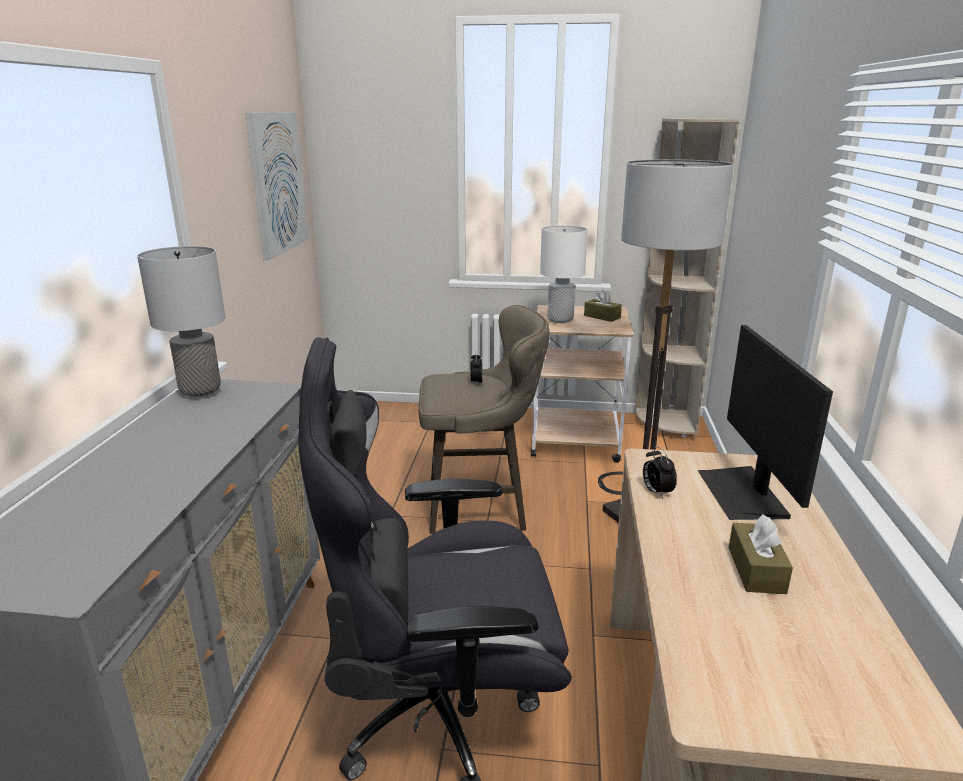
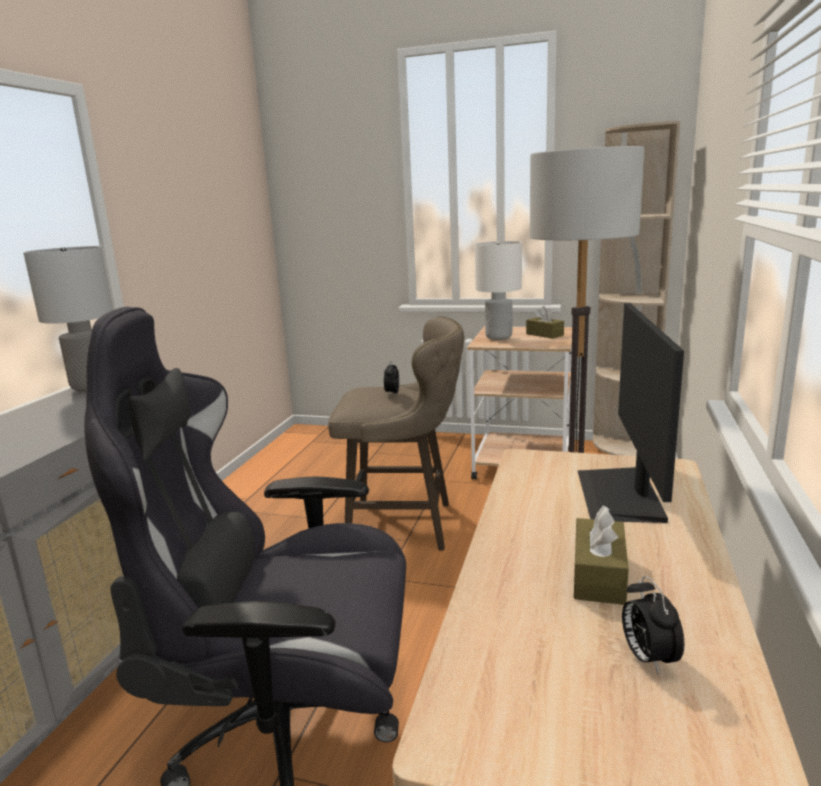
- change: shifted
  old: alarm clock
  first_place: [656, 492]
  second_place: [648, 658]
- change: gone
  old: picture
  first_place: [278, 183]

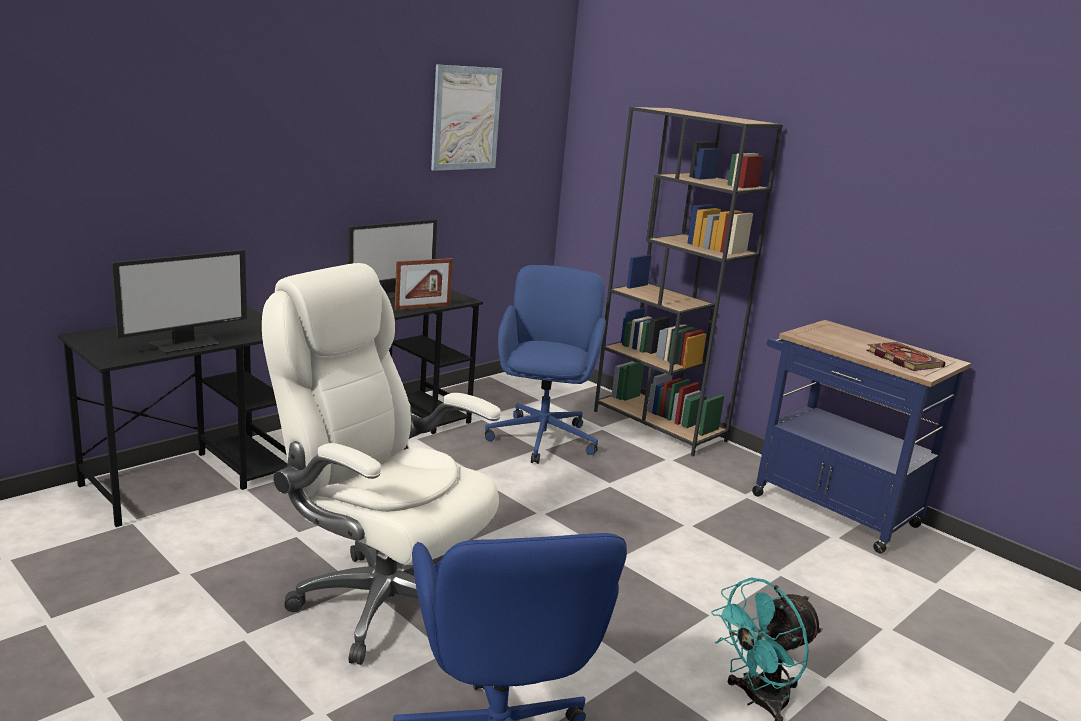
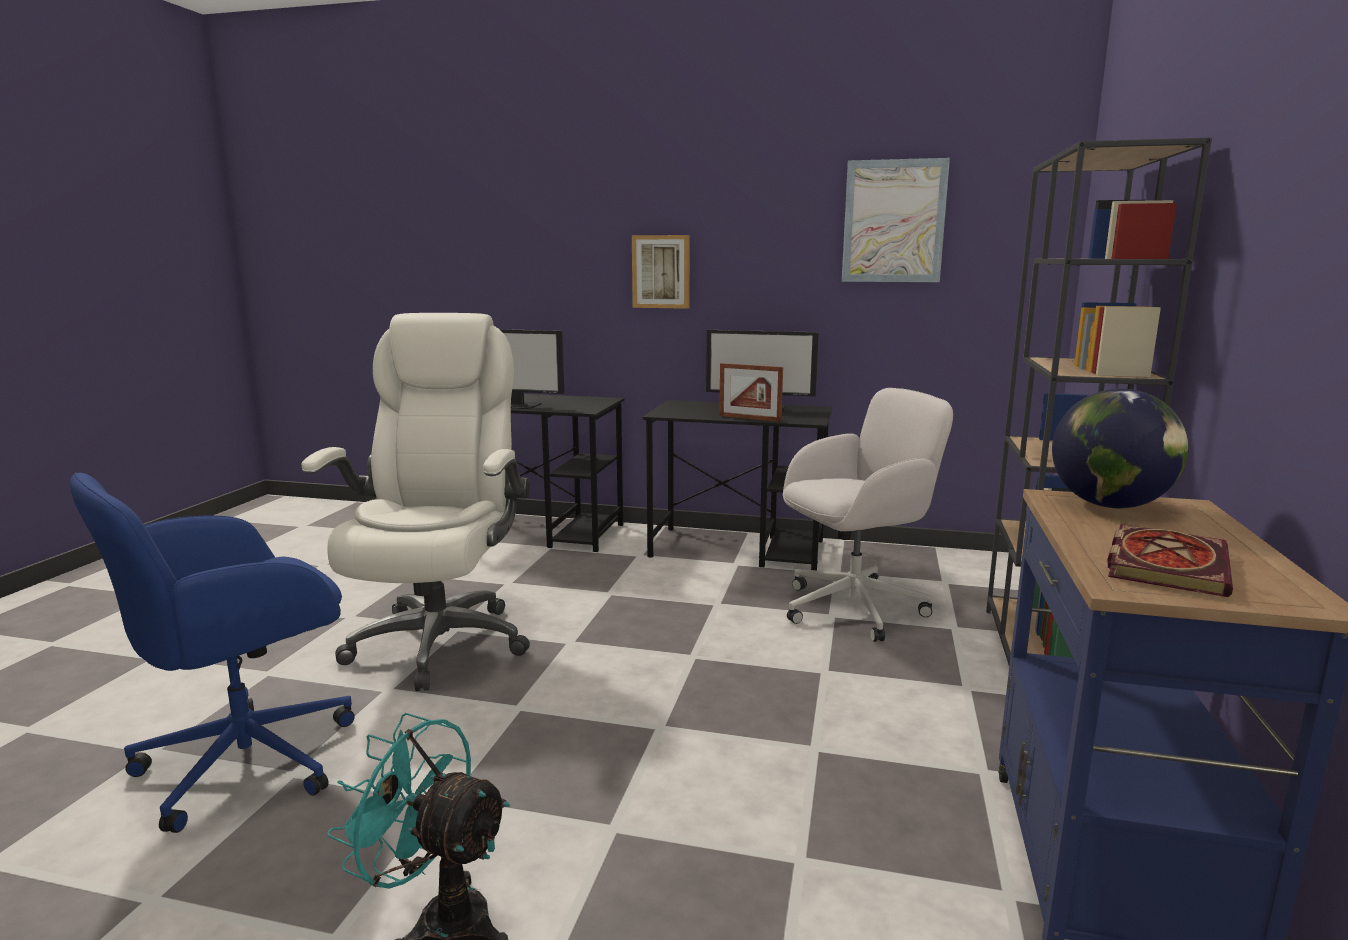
- change: new
  new: picture
  second_place: [661, 271]
- change: repainted
  old: blue office chair
  new: white office chair
  first_place: [542, 439]
  second_place: [853, 609]
- change: new
  new: globe
  second_place: [1110, 505]

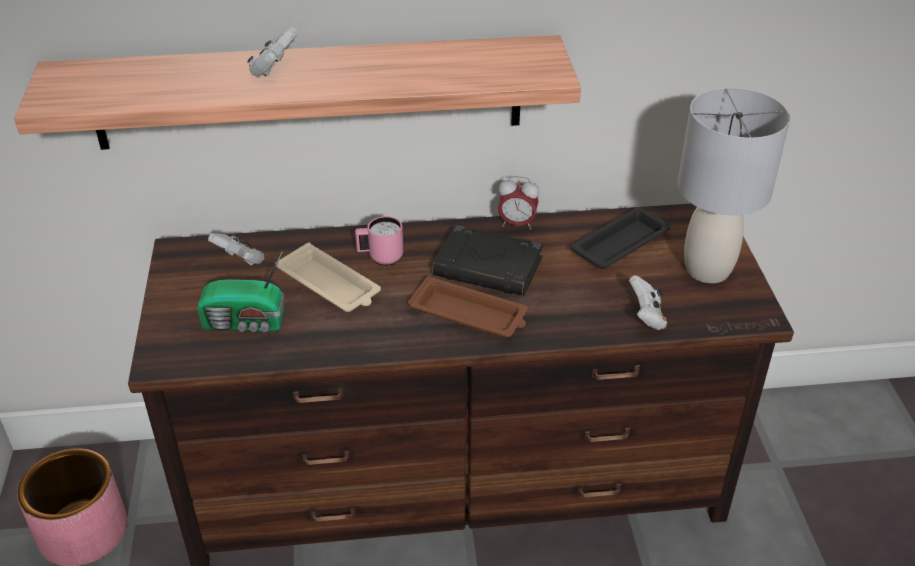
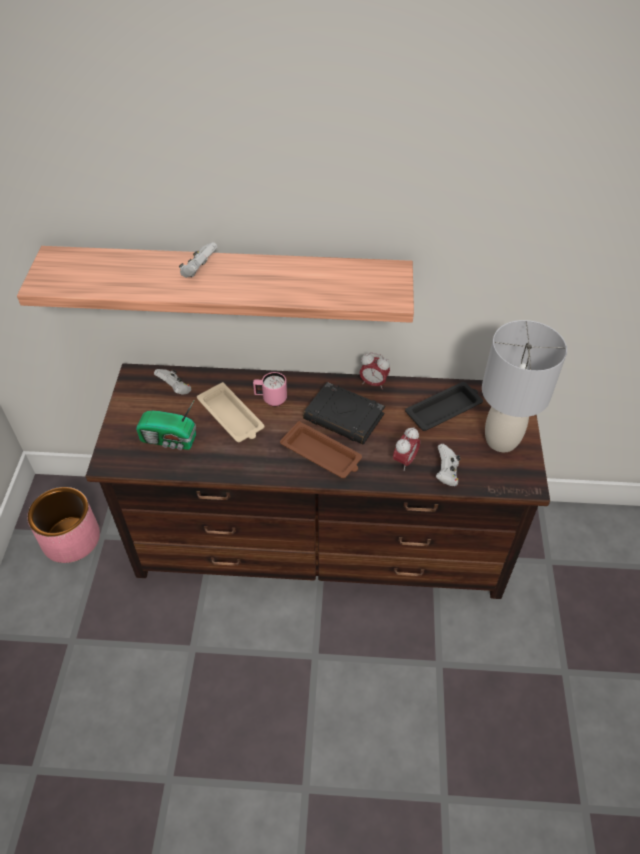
- change: new
  new: alarm clock
  second_place: [405, 461]

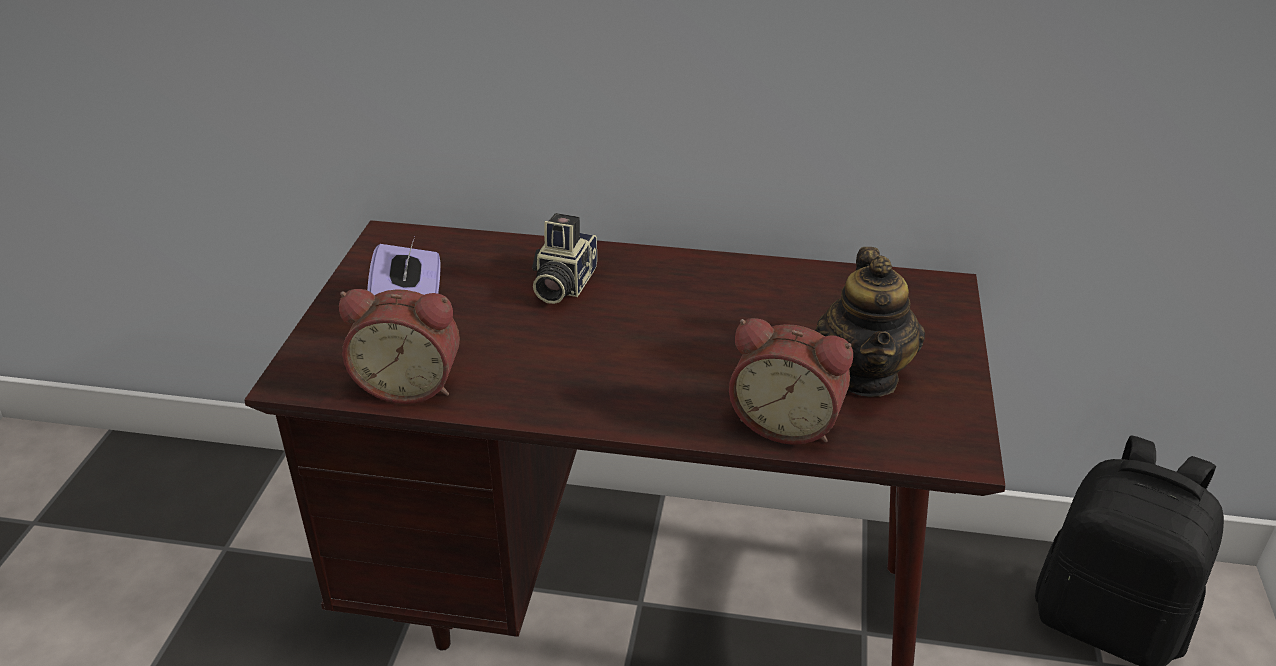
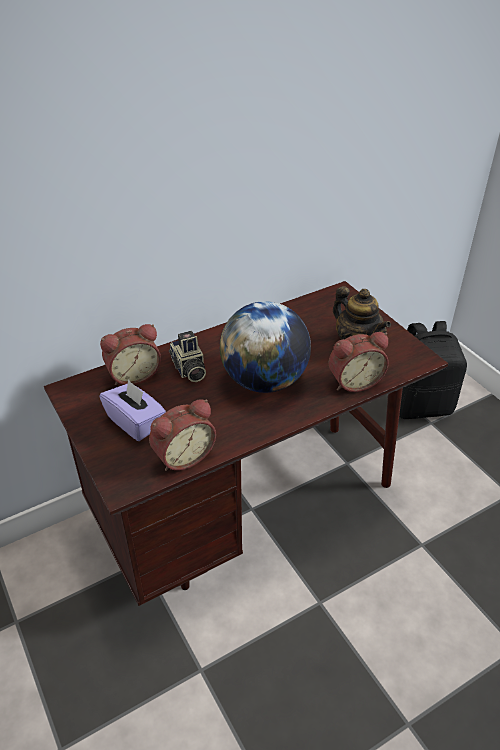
- change: new
  new: alarm clock
  second_place: [133, 374]
- change: new
  new: globe
  second_place: [264, 380]

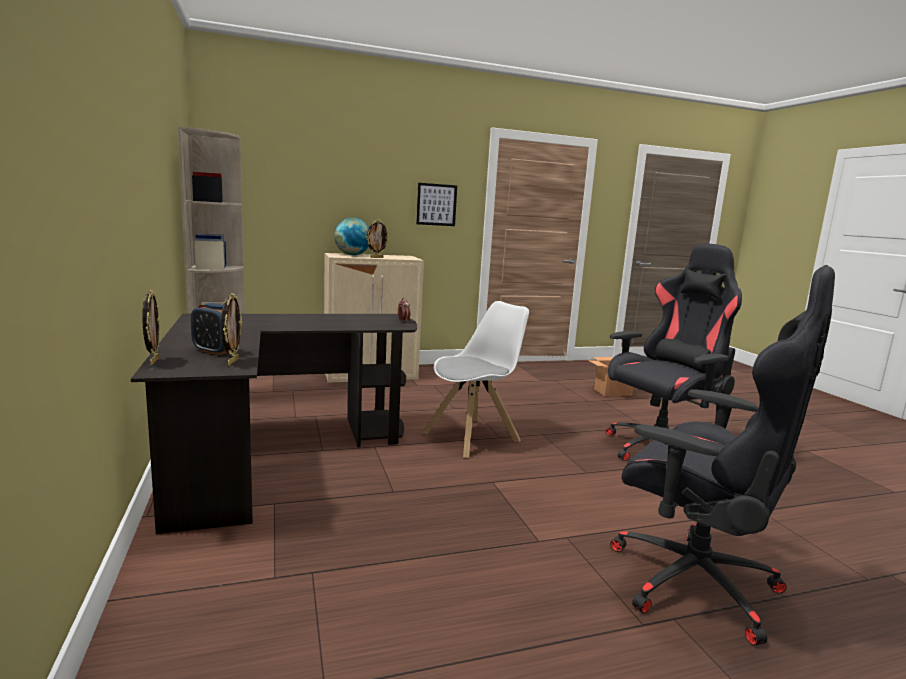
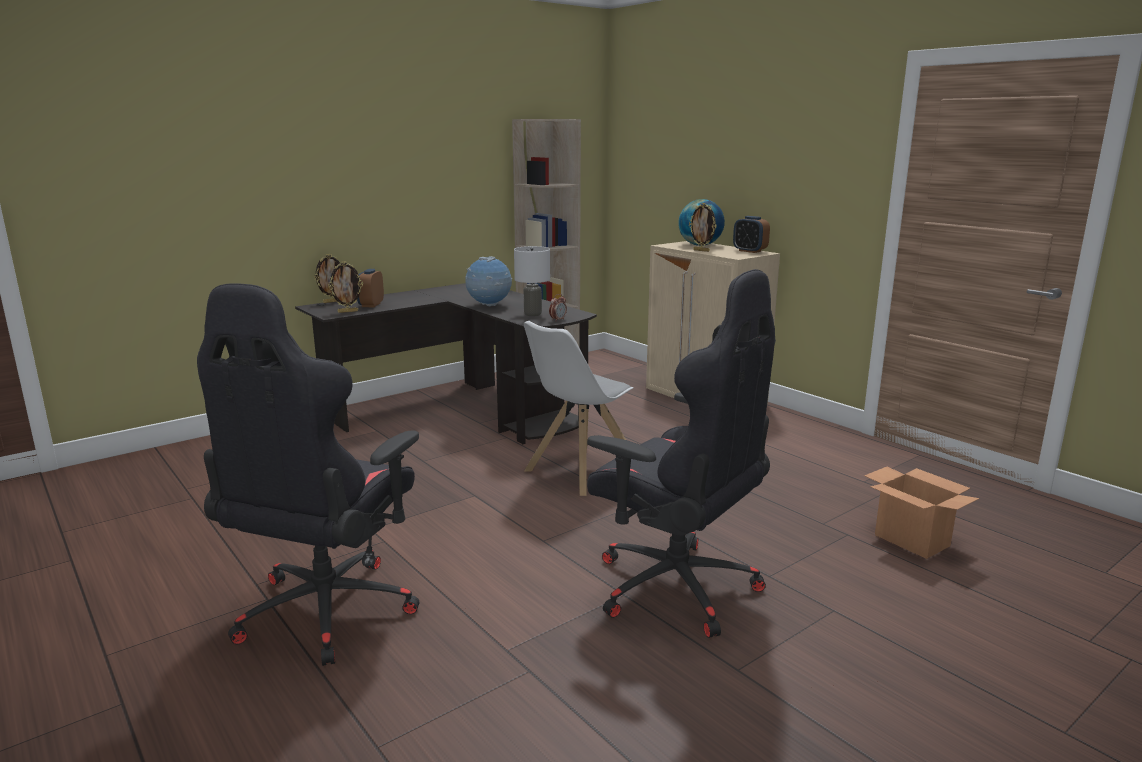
- change: new
  new: globe
  second_place: [489, 306]
- change: new
  new: white table lamp
  second_place: [531, 314]
- change: rotated
  old: chair
  first_place: [473, 436]
  second_place: [580, 471]
  degrees: 105
- change: new
  new: alarm clock
  second_place: [749, 251]
- change: gone
  old: picture
  first_place: [436, 204]

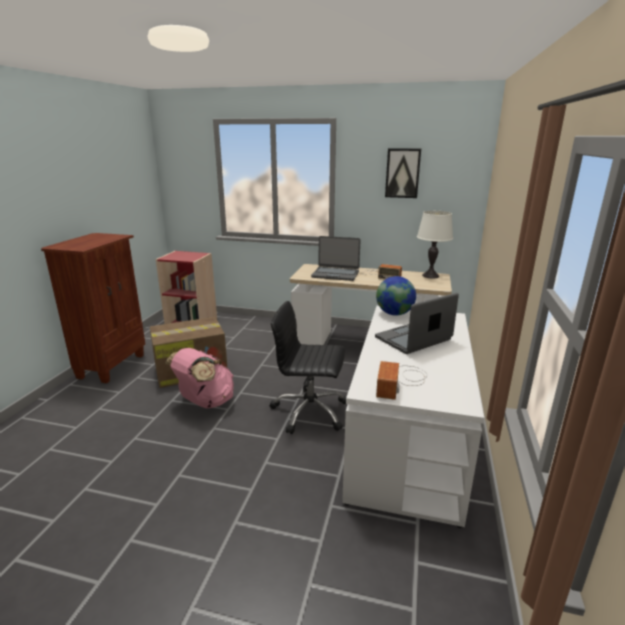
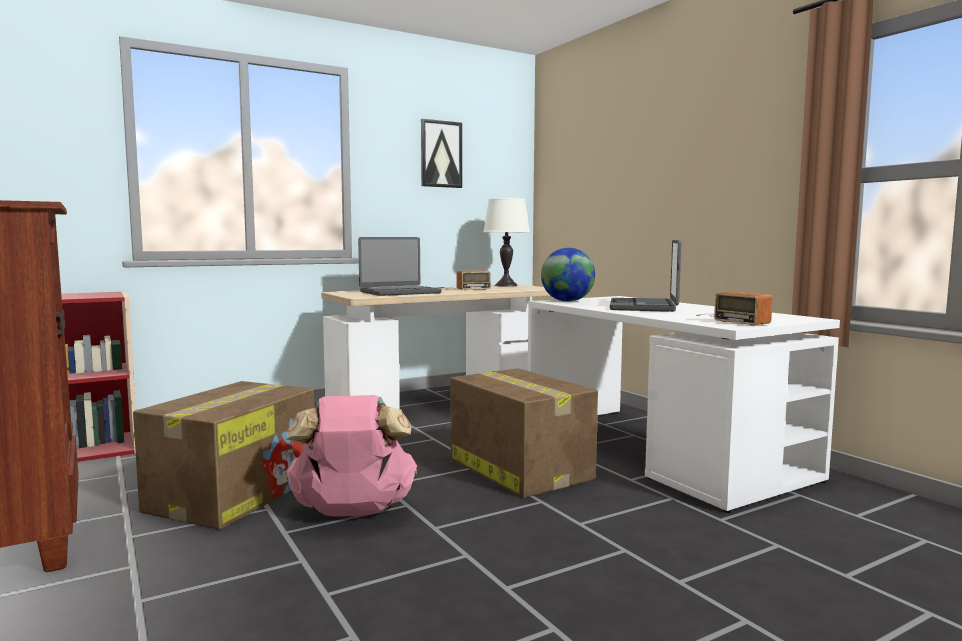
- change: swapped
  old: black office chair
  new: cardboard box
  first_place: [309, 411]
  second_place: [518, 468]

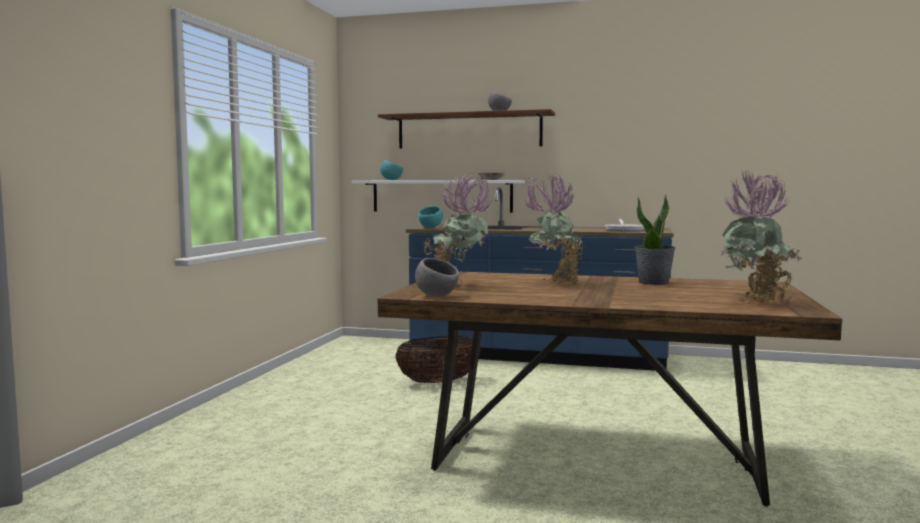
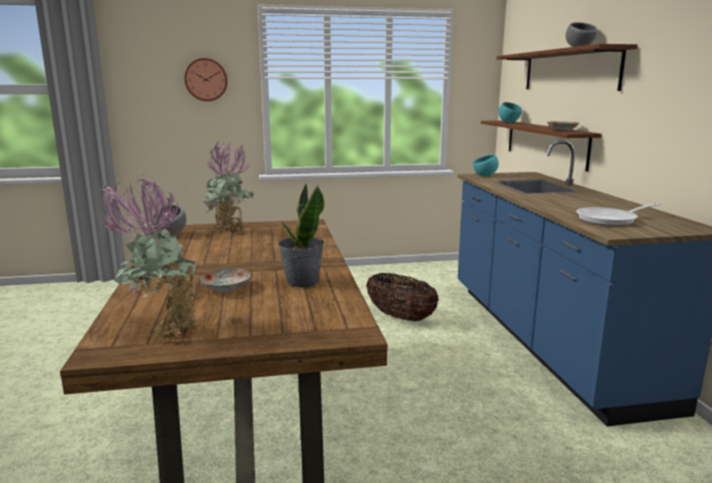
- change: new
  new: wall clock
  second_place: [206, 79]
- change: new
  new: plate
  second_place: [227, 288]
- change: repainted
  old: white shelf
  new: brown shelf
  first_place: [441, 196]
  second_place: [545, 143]
- change: gone
  old: potted plant
  first_place: [554, 283]

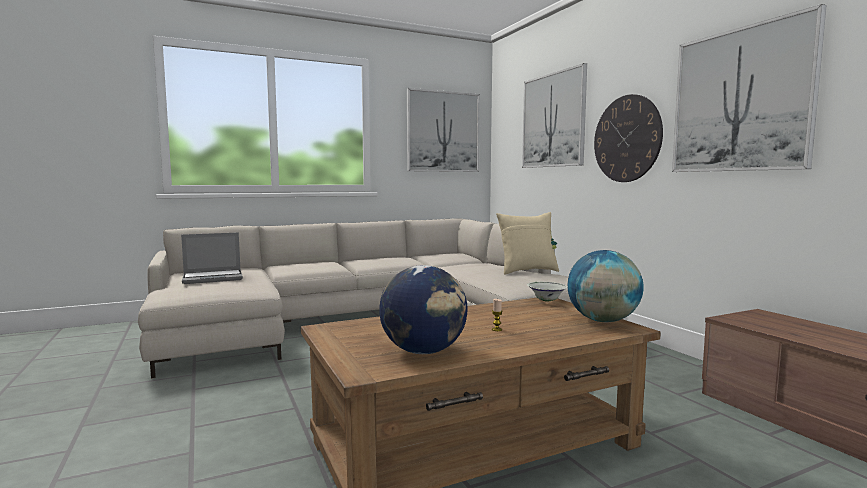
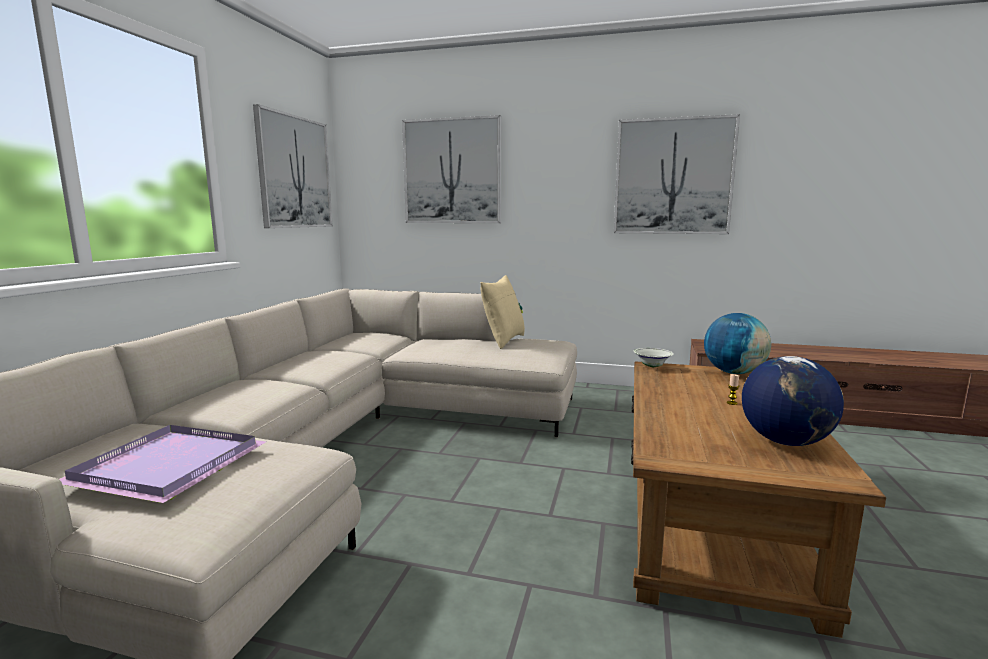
- change: swapped
  old: laptop
  new: purple tray
  first_place: [213, 278]
  second_place: [168, 464]
- change: gone
  old: wall clock
  first_place: [627, 139]

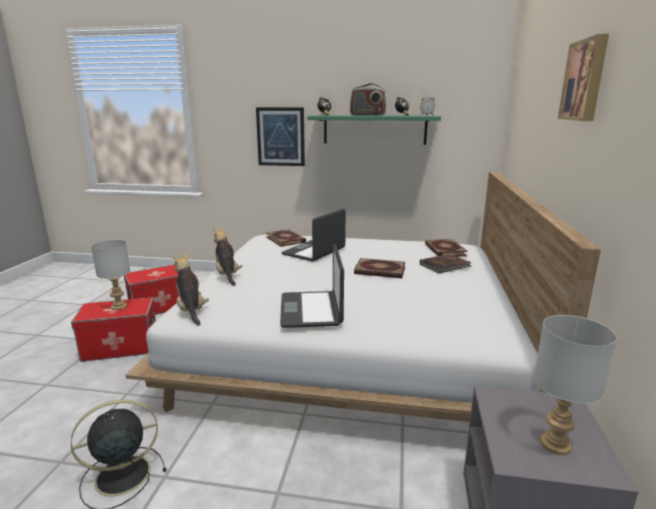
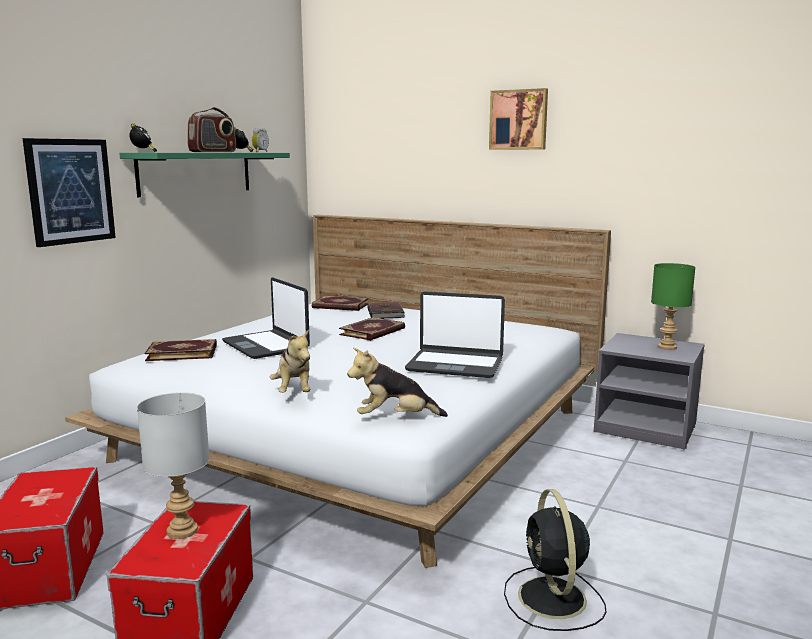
- change: rotated
  old: plush toy
  first_place: [227, 275]
  second_place: [294, 391]
  degrees: -105
- change: repainted
  old: grey table lamp
  new: green table lamp
  first_place: [554, 443]
  second_place: [666, 347]

